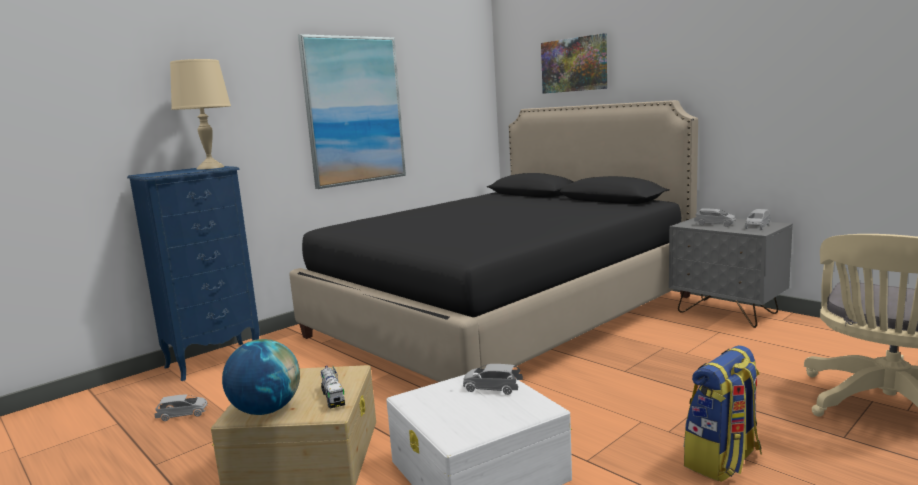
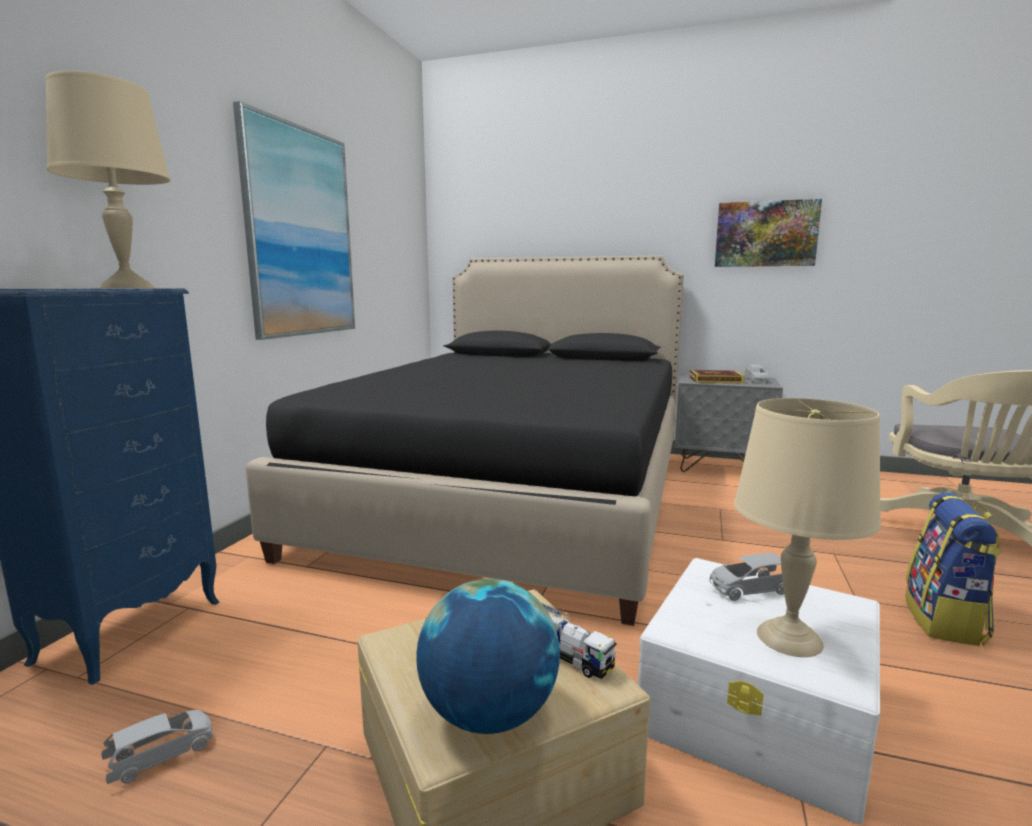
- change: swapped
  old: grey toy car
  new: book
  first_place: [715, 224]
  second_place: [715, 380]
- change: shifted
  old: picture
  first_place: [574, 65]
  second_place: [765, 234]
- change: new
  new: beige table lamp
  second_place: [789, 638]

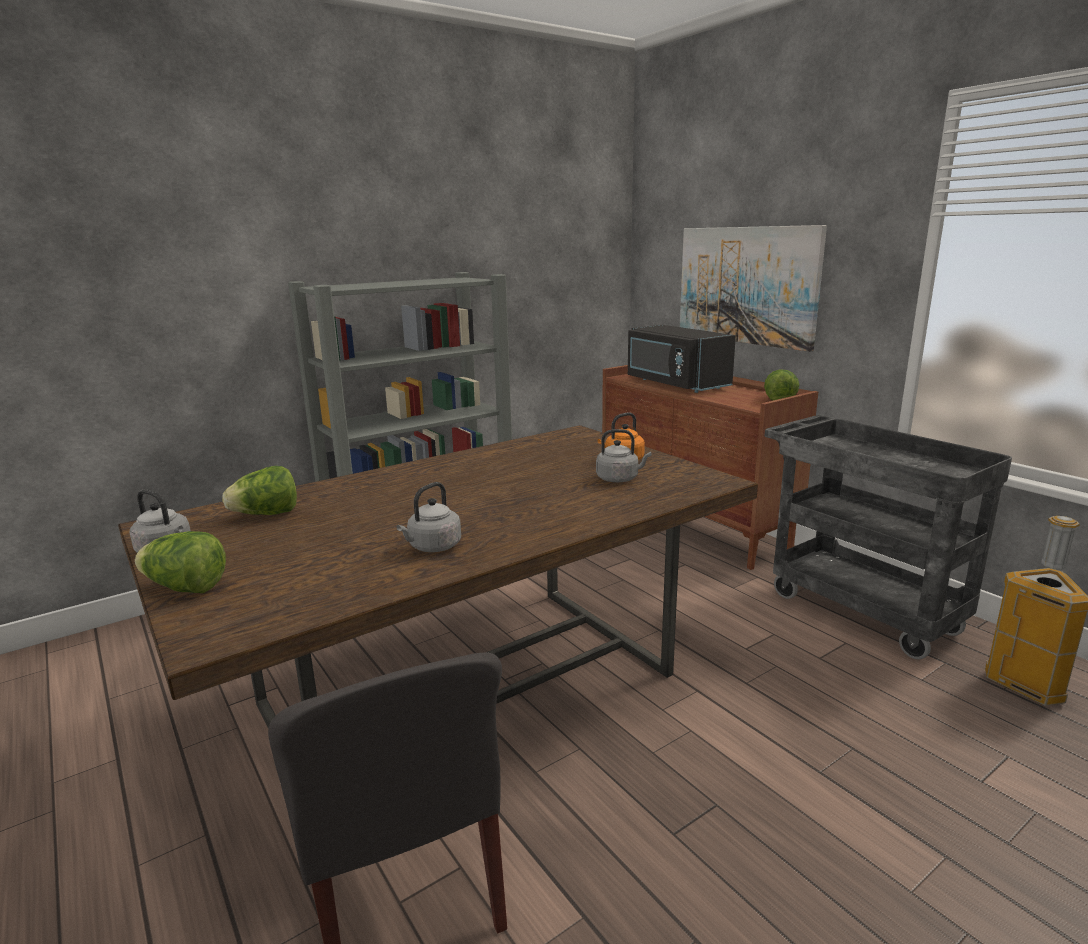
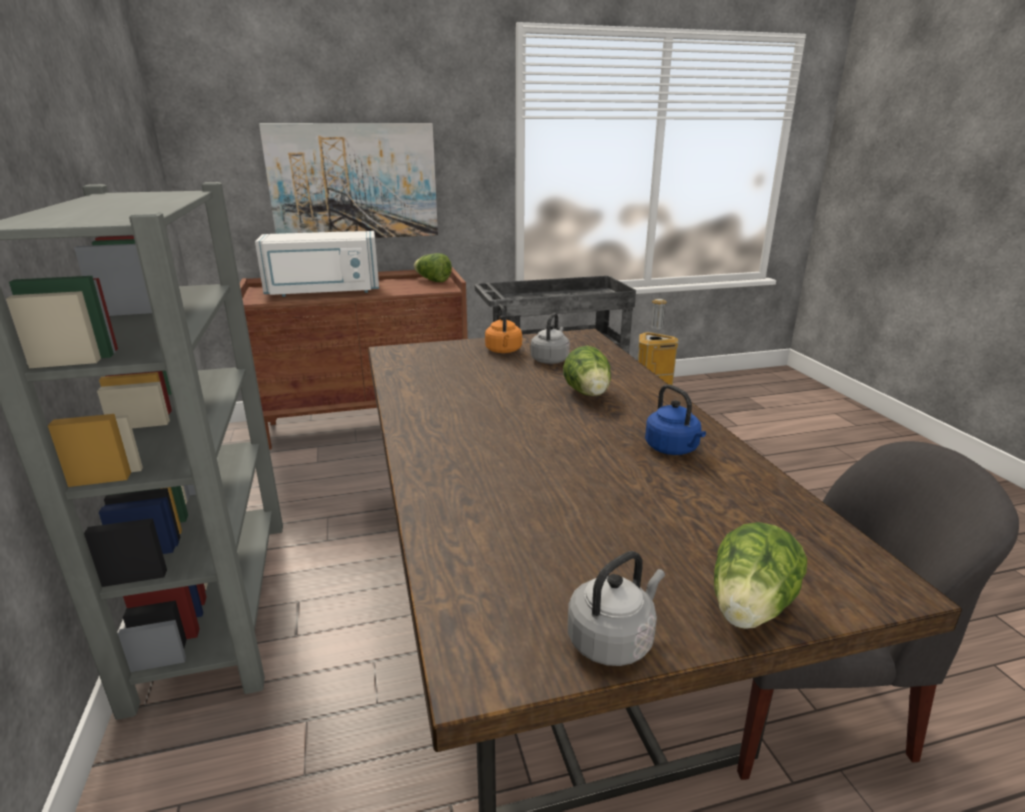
- change: repainted
  old: black microwave
  new: white microwave
  first_place: [674, 384]
  second_place: [323, 292]
- change: shifted
  old: lettuce
  first_place: [267, 514]
  second_place: [588, 394]
- change: repainted
  old: grey kettle
  new: blue kettle
  first_place: [433, 547]
  second_place: [673, 449]

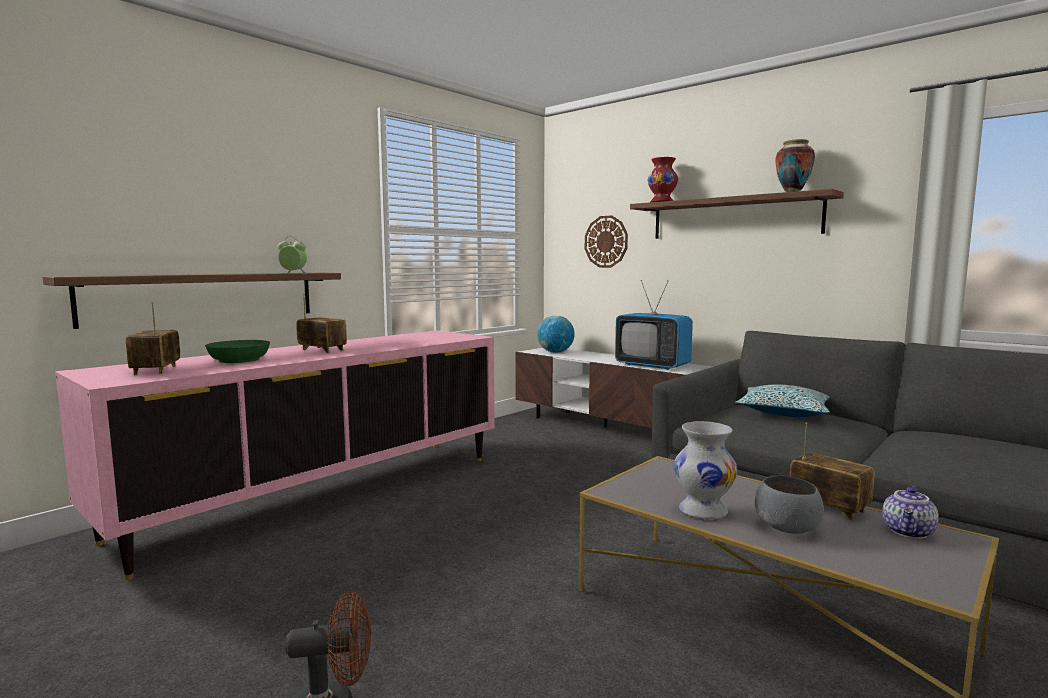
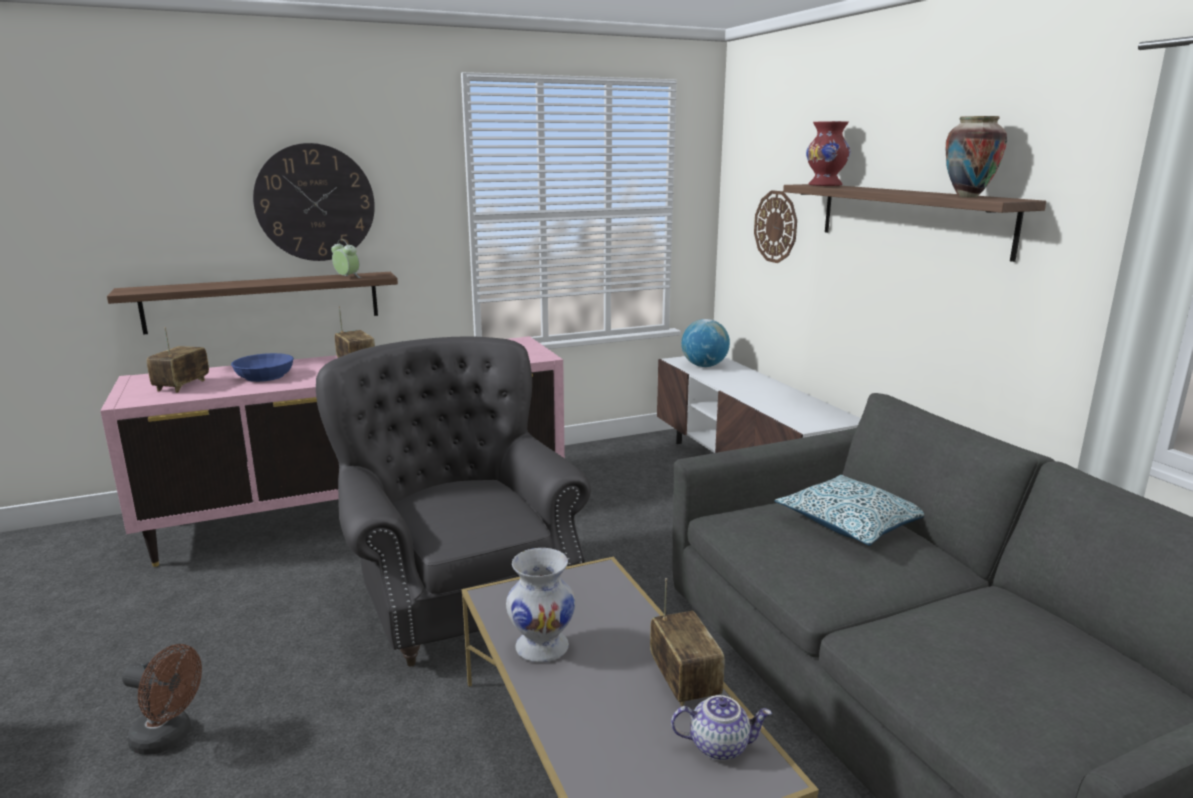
- change: repainted
  old: green bowl
  new: blue bowl
  first_place: [239, 360]
  second_place: [264, 376]
- change: new
  new: wall clock
  second_place: [315, 203]
- change: new
  new: grey armchair
  second_place: [461, 595]
- change: rotated
  old: teapot
  first_place: [909, 532]
  second_place: [719, 745]
  degrees: -150
- change: gone
  old: television
  first_place: [652, 366]
- change: gone
  old: grey bowl
  first_place: [787, 528]

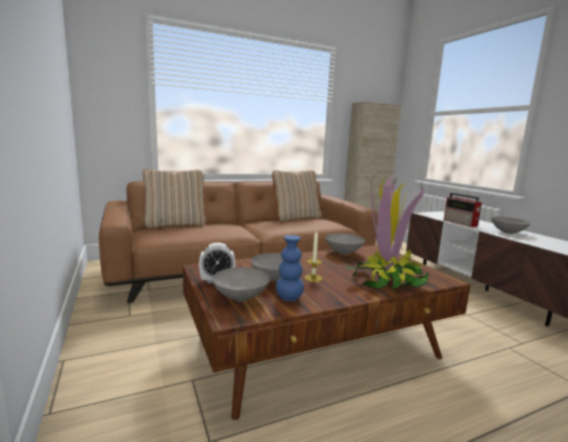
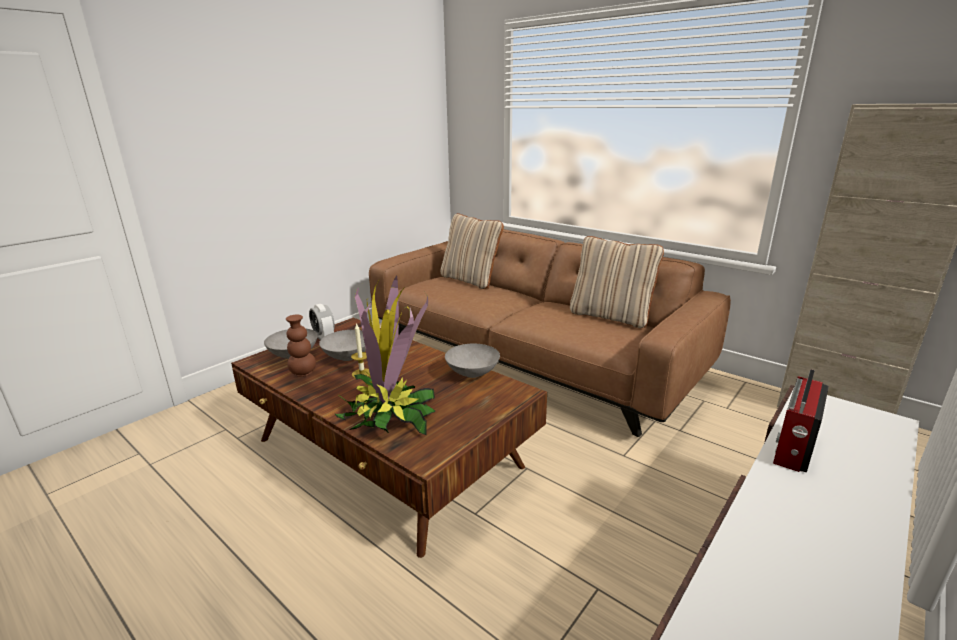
- change: repainted
  old: blue vase
  new: brown vase
  first_place: [289, 298]
  second_place: [303, 373]
- change: gone
  old: grey bowl
  first_place: [508, 232]

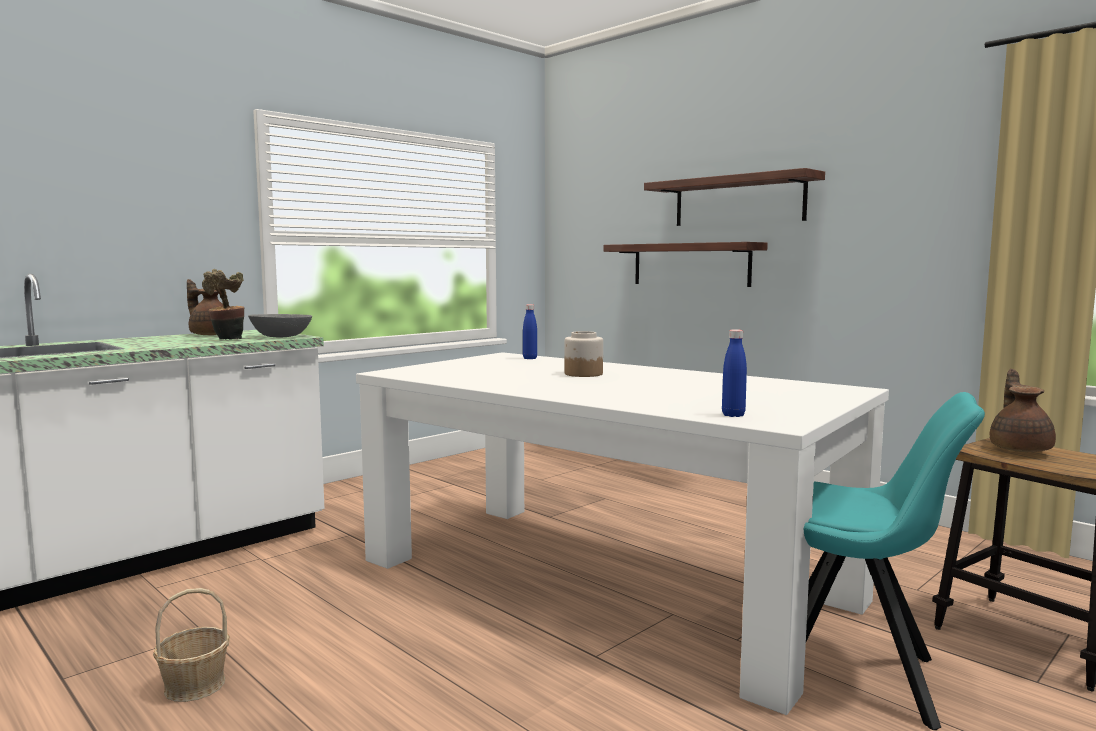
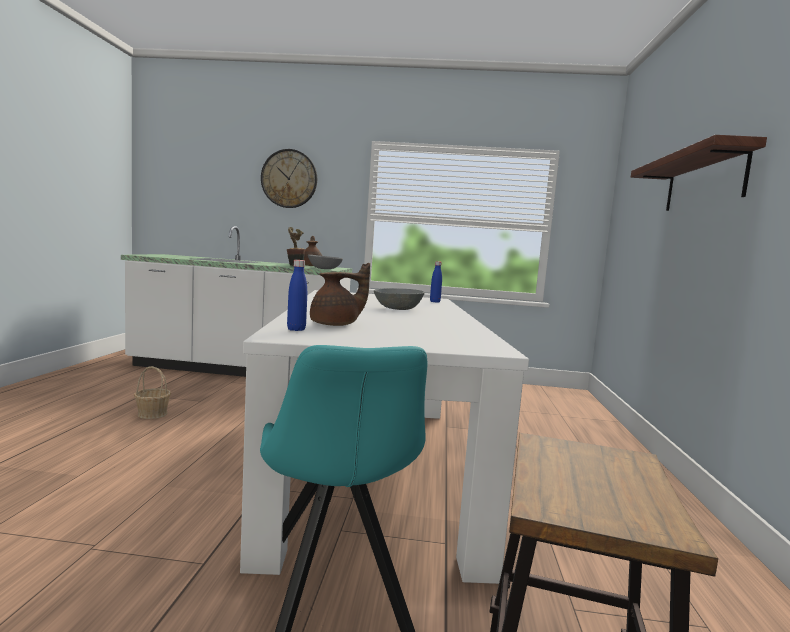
- change: new
  new: wall clock
  second_place: [289, 179]
- change: shifted
  old: brown teapot
  first_place: [1020, 448]
  second_place: [336, 325]
- change: swapped
  old: jar
  new: grey bowl
  first_place: [583, 374]
  second_place: [398, 308]
- change: gone
  old: shelf
  first_place: [690, 264]

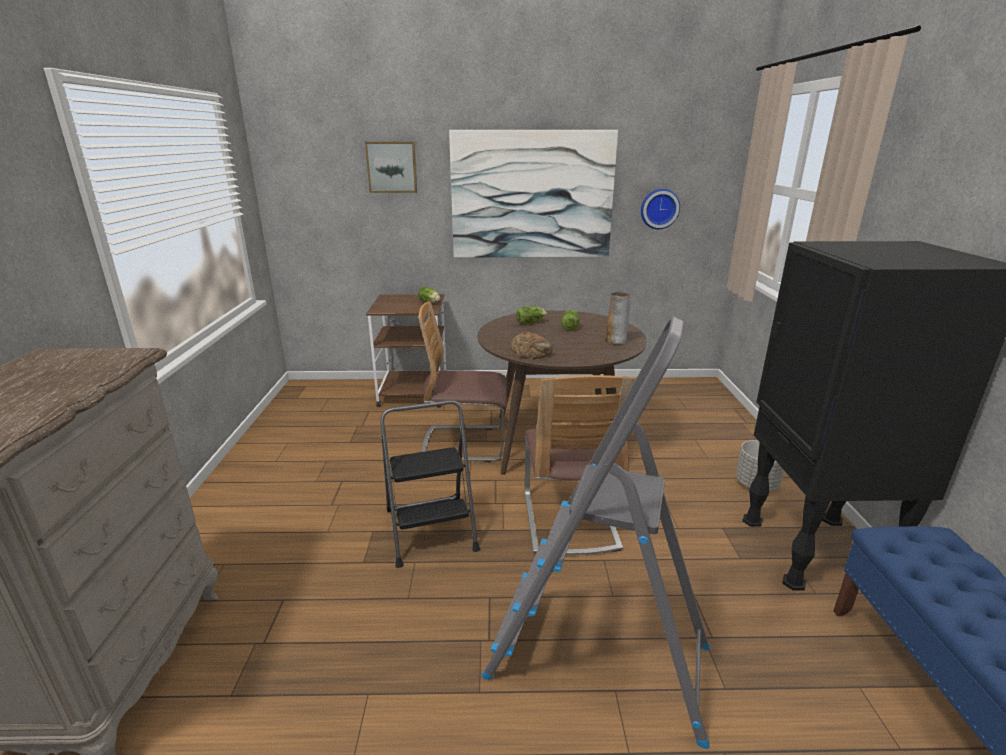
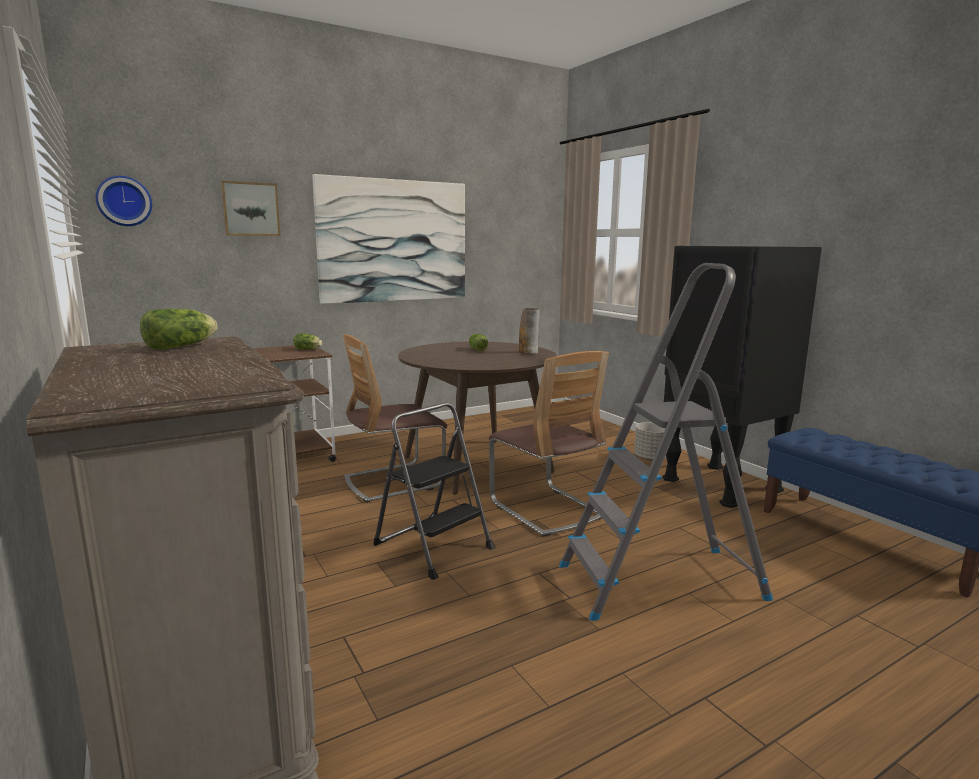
- change: shifted
  old: wall clock
  first_place: [659, 208]
  second_place: [124, 201]
- change: shifted
  old: lettuce
  first_place: [531, 322]
  second_place: [183, 346]
- change: gone
  old: bread
  first_place: [531, 351]

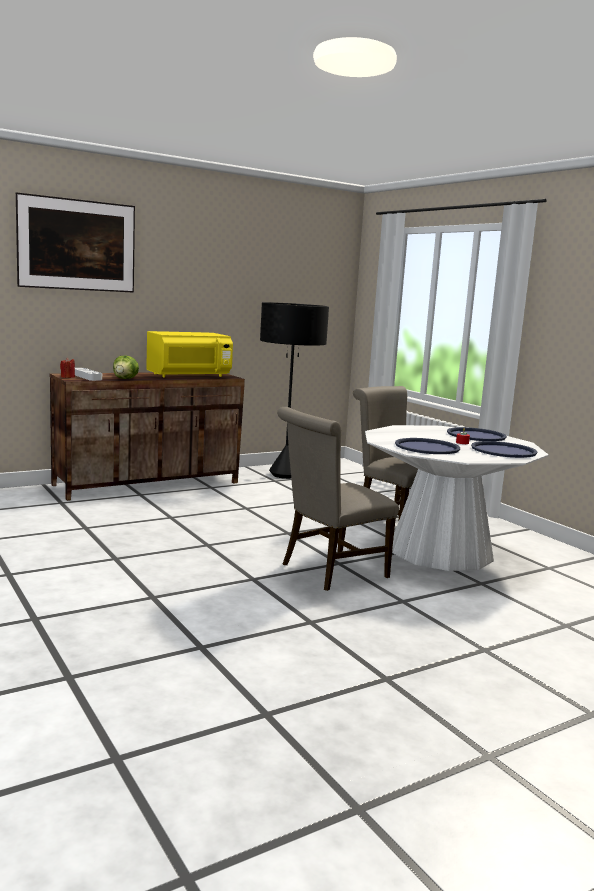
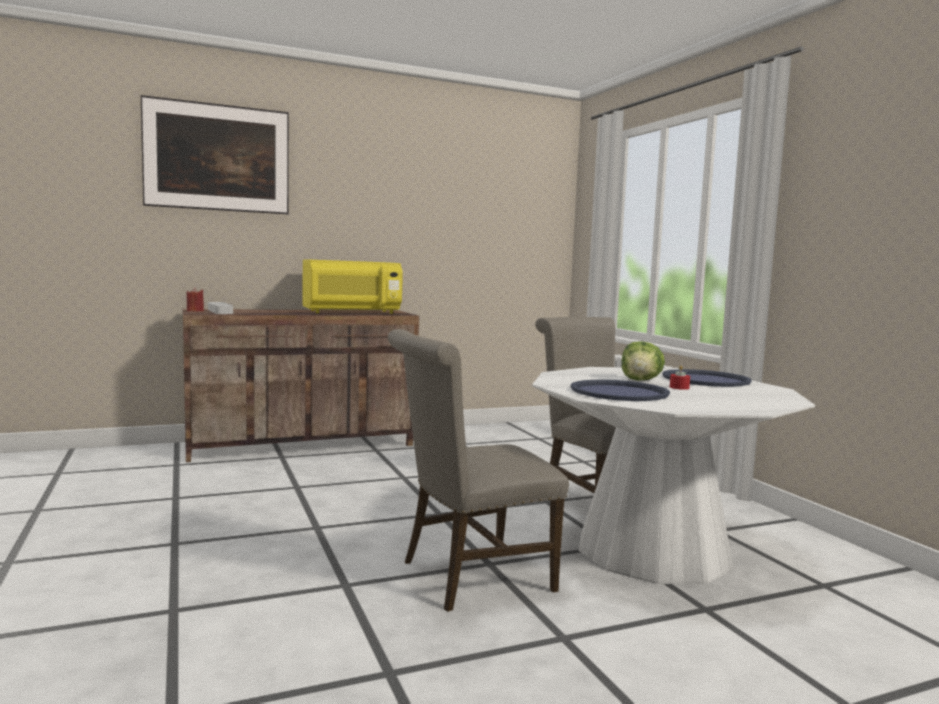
- change: shifted
  old: lettuce
  first_place: [125, 379]
  second_place: [640, 380]
- change: gone
  old: black floor lamp
  first_place: [285, 475]
- change: gone
  old: blue tray
  first_place: [503, 451]

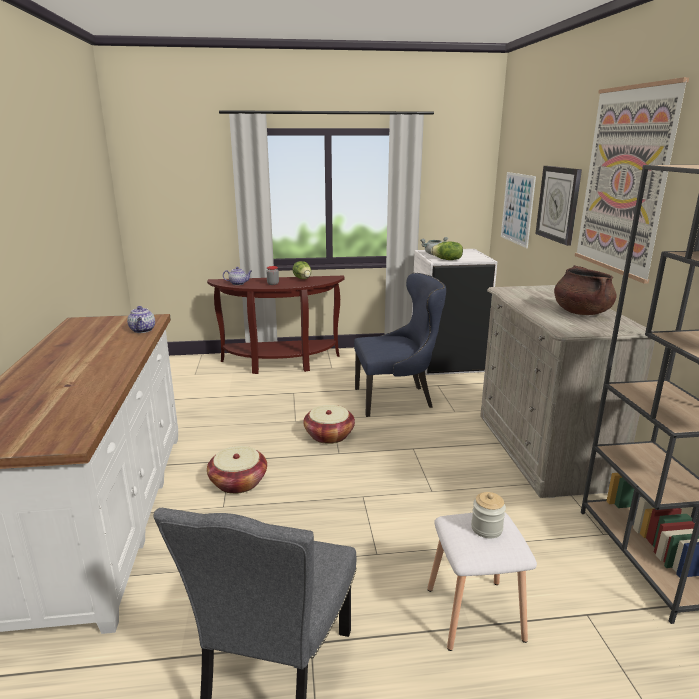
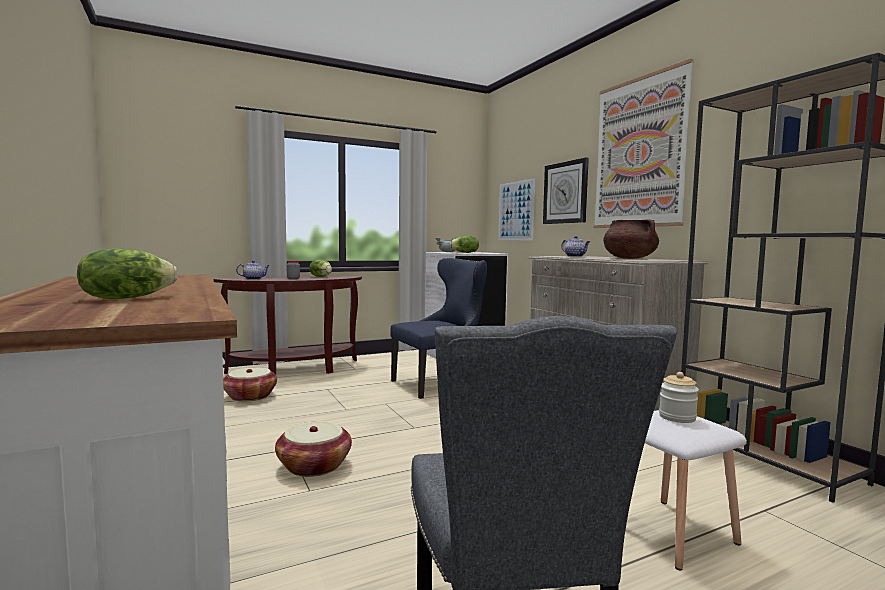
- change: new
  new: lettuce
  second_place: [126, 298]
- change: shifted
  old: basket
  first_place: [329, 435]
  second_place: [250, 396]
- change: shifted
  old: teapot
  first_place: [143, 330]
  second_place: [575, 256]

